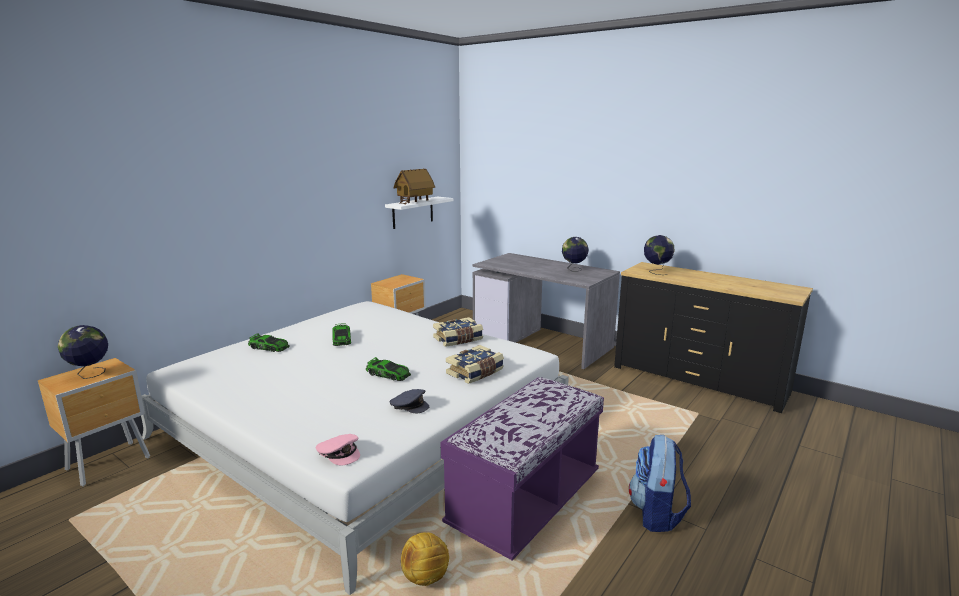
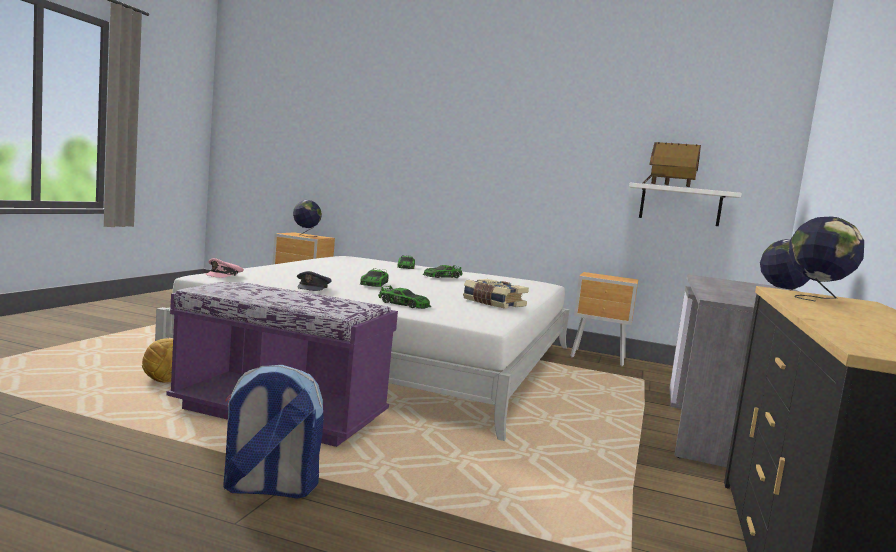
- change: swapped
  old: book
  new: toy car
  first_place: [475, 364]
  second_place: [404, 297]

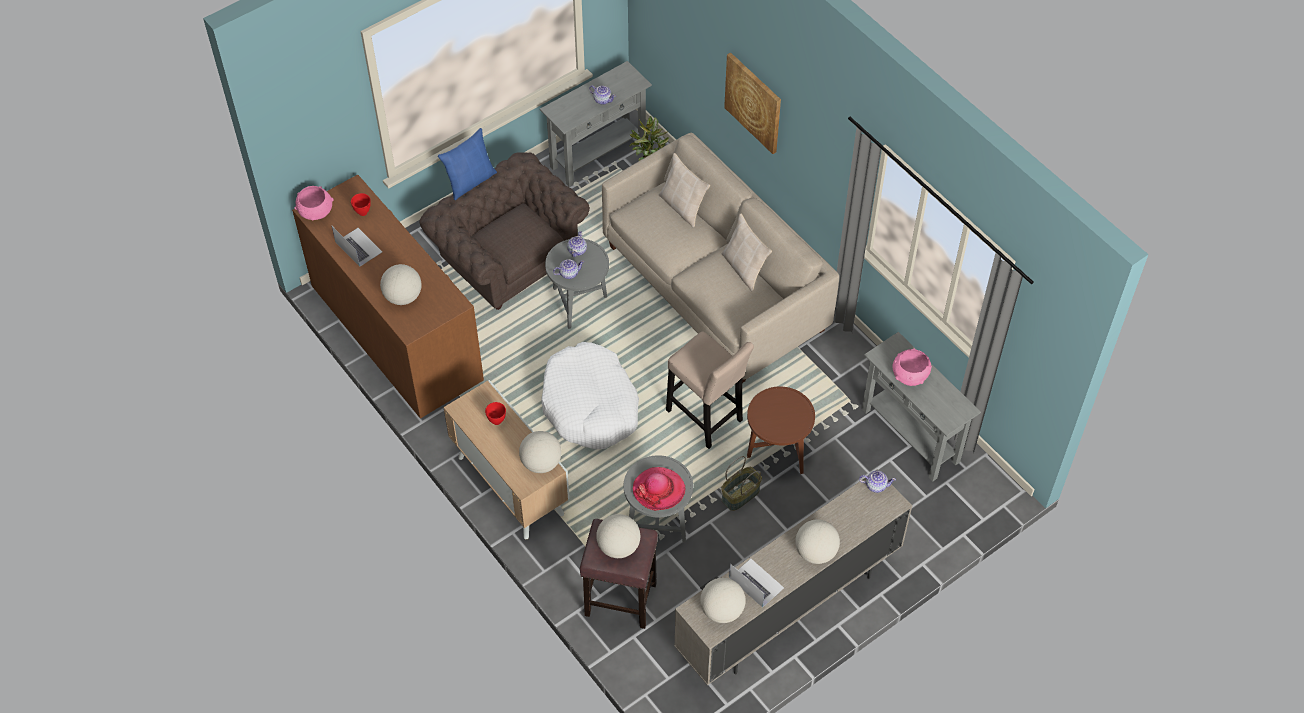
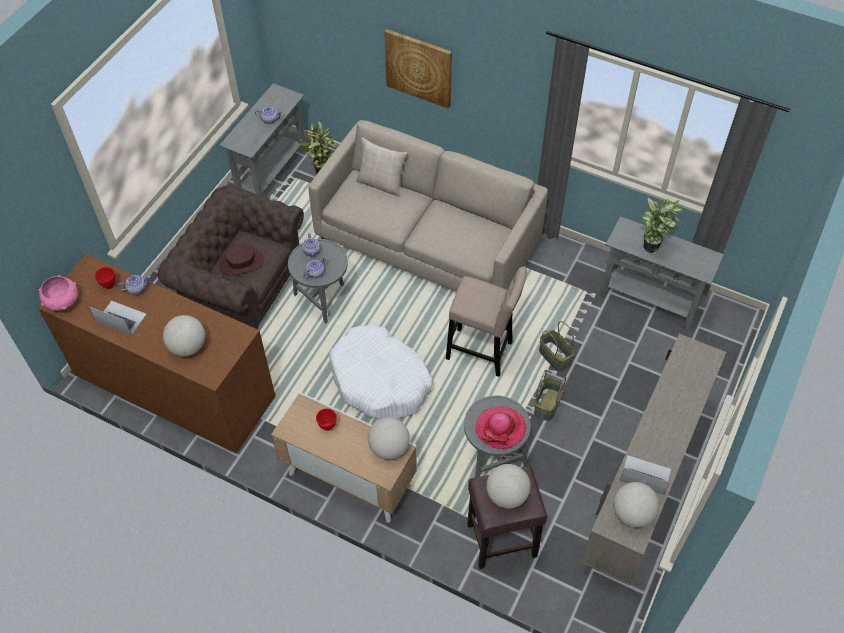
- change: gone
  old: pillow (blue)
  first_place: [467, 164]
- change: gone
  old: pillow (beige)
  first_place: [746, 252]
- change: gone
  old: globe
  first_place: [817, 541]
- change: new
  new: hat (brown)
  second_place: [241, 260]
- change: shifted
  old: teapot
  first_place: [877, 481]
  second_place: [134, 285]
- change: swapped
  old: side table (brown)
  new: basket
  first_place: [781, 430]
  second_place: [556, 346]
- change: swapped
  old: bowl (pink)
  new: potted plant
  first_place: [912, 367]
  second_place: [662, 226]

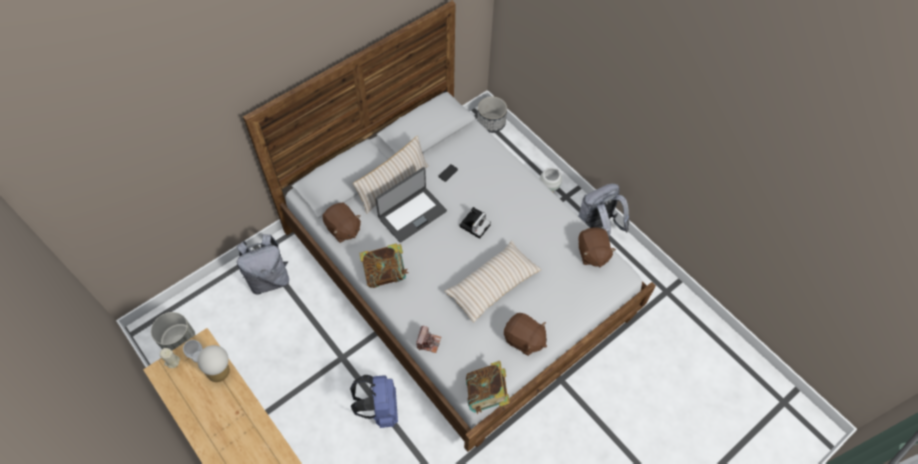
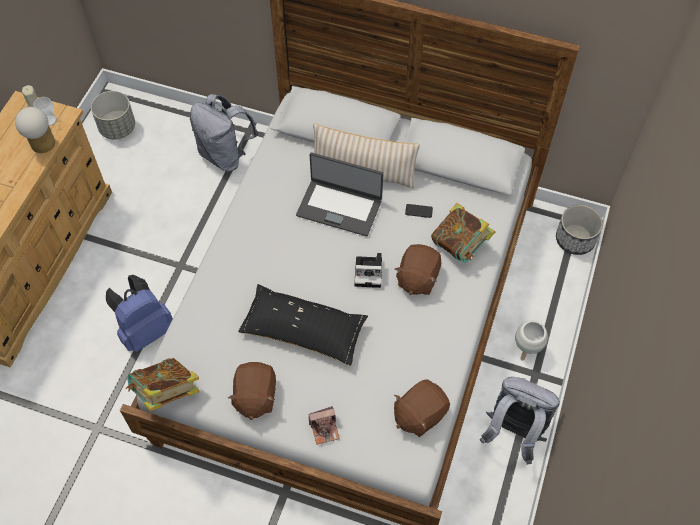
- change: shifted
  old: plush toy (brown)
  first_place: [341, 222]
  second_place: [418, 269]
- change: shifted
  old: book
  first_place: [383, 265]
  second_place: [463, 232]
- change: shifted
  old: photo camera
  first_place: [428, 339]
  second_place: [324, 425]
- change: repainted
  old: pillow (beige)
  new: pillow (black)
  first_place: [492, 281]
  second_place: [303, 325]

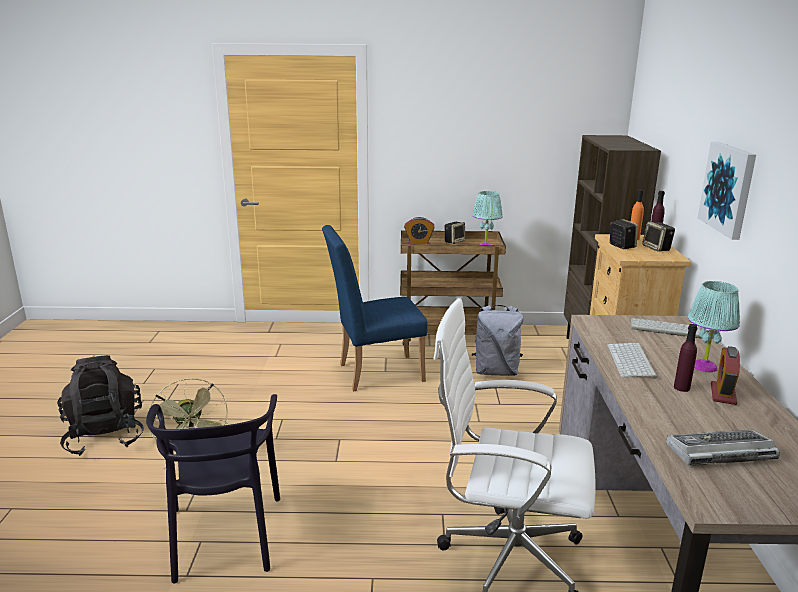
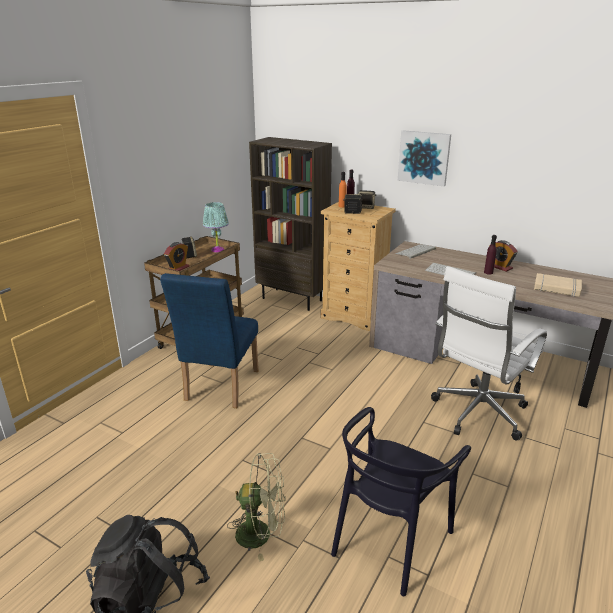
- change: gone
  old: backpack (grey)
  first_place: [497, 340]
- change: gone
  old: table lamp (turquoise)
  first_place: [714, 327]
- change: swapped
  old: keyboard
  new: book (beige)
  first_place: [723, 448]
  second_place: [558, 285]
- change: rotated
  old: chair (black)
  first_place: [213, 488]
  second_place: [401, 501]
  degrees: 105

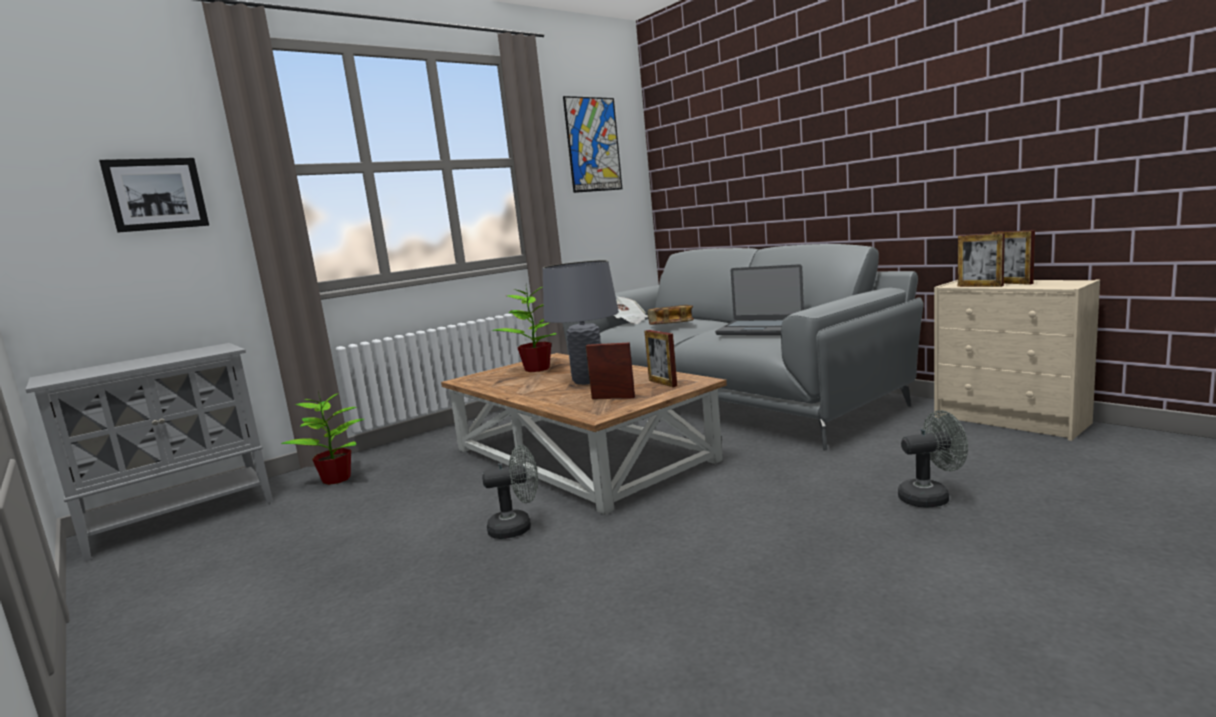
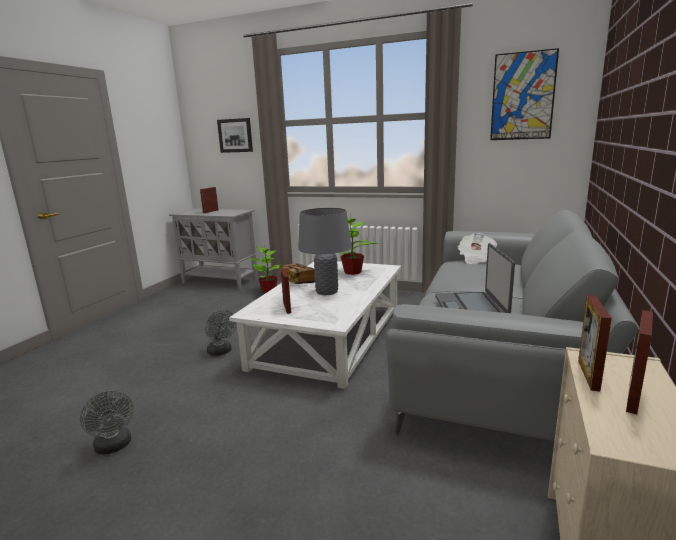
- change: shifted
  old: picture frame
  first_place: [660, 358]
  second_place: [209, 200]
- change: shifted
  old: book
  first_place: [670, 315]
  second_place: [297, 274]
- change: shifted
  old: fan (grey)
  first_place: [933, 459]
  second_place: [106, 423]
- change: repainted
  old: coffee table (brown)
  new: coffee table (white)
  first_place: [584, 434]
  second_place: [315, 325]

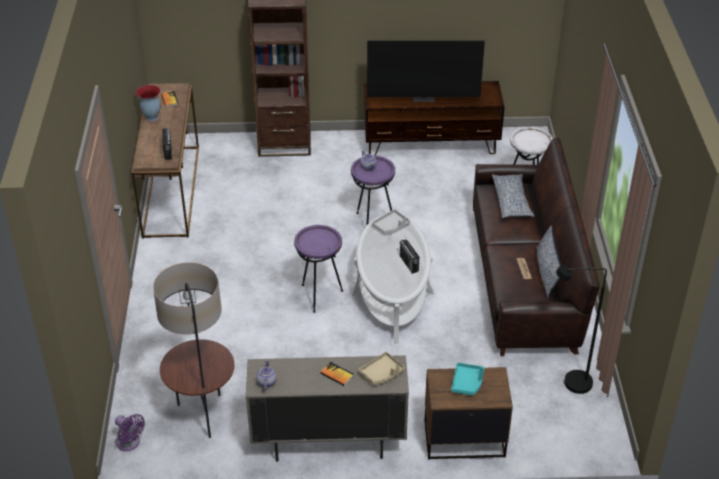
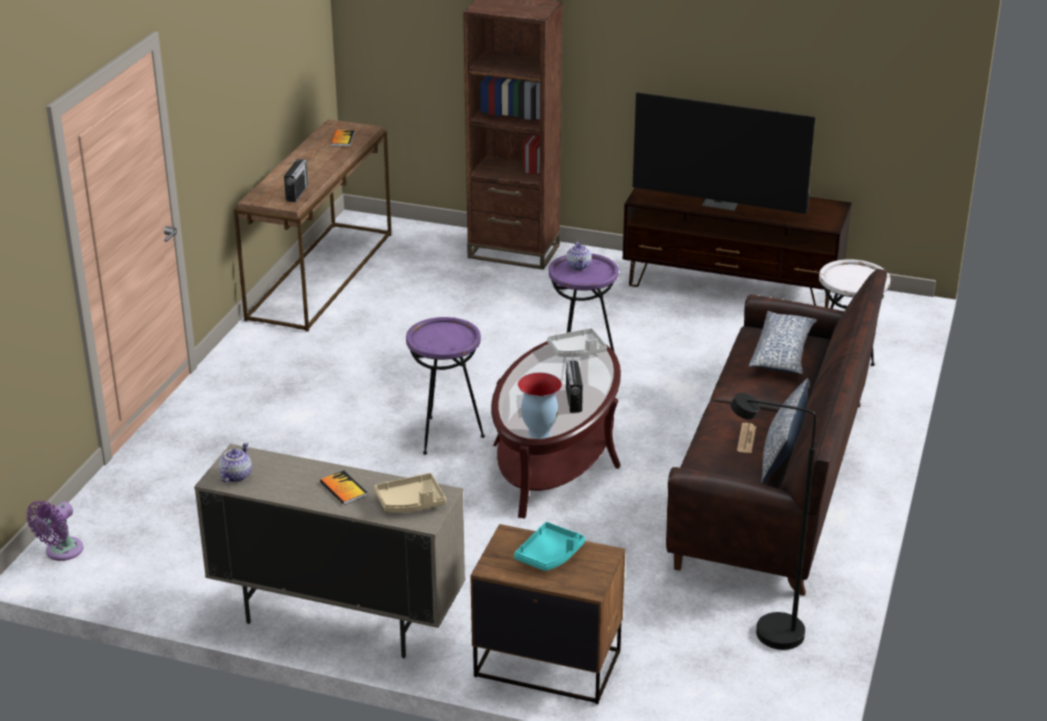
- change: gone
  old: floor lamp
  first_place: [193, 350]
- change: shifted
  old: vase
  first_place: [148, 103]
  second_place: [540, 406]
- change: repainted
  old: coffee table (white)
  new: coffee table (brown)
  first_place: [393, 279]
  second_place: [556, 430]
- change: rotated
  old: fan (purple)
  first_place: [130, 432]
  second_place: [55, 531]
  degrees: 60

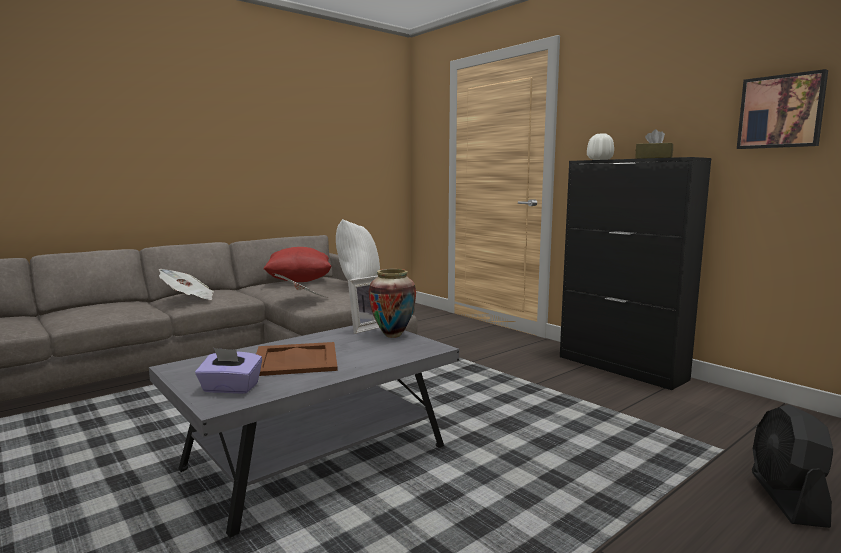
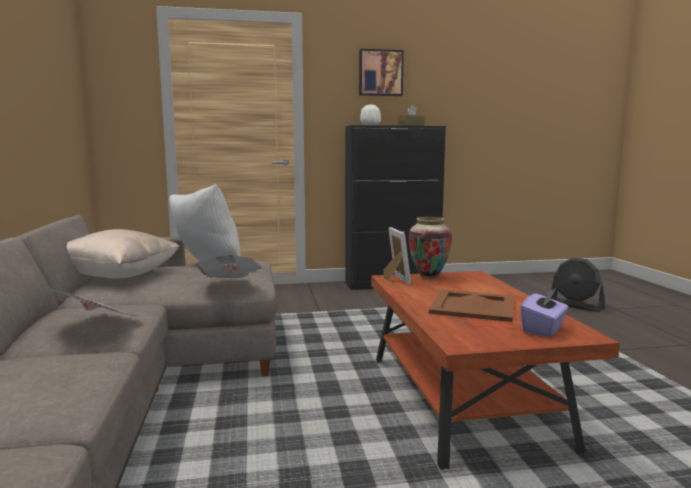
- change: shifted
  old: picture
  first_place: [782, 109]
  second_place: [381, 72]
- change: repainted
  old: coffee table (grey)
  new: coffee table (brown)
  first_place: [304, 432]
  second_place: [495, 371]
- change: repainted
  old: pillow (red)
  new: pillow (beige)
  first_place: [297, 264]
  second_place: [123, 254]

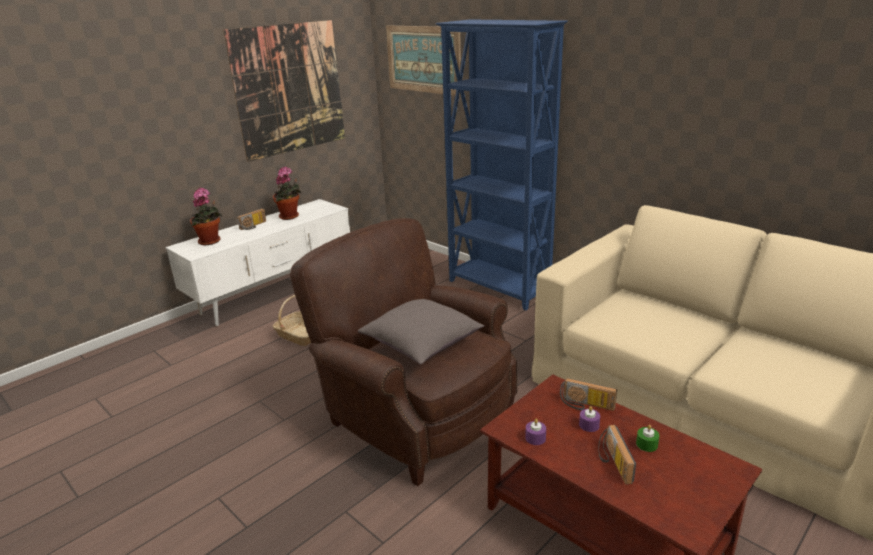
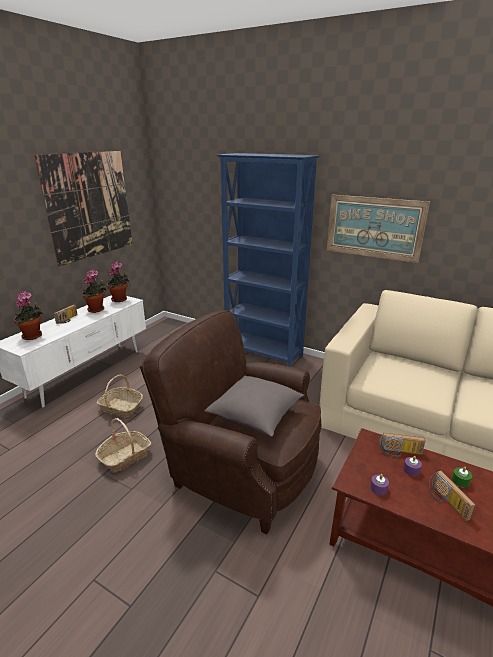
- change: new
  new: basket
  second_place: [123, 445]
- change: new
  new: potted plant
  second_place: [118, 281]
- change: shifted
  old: picture
  first_place: [423, 60]
  second_place: [378, 229]

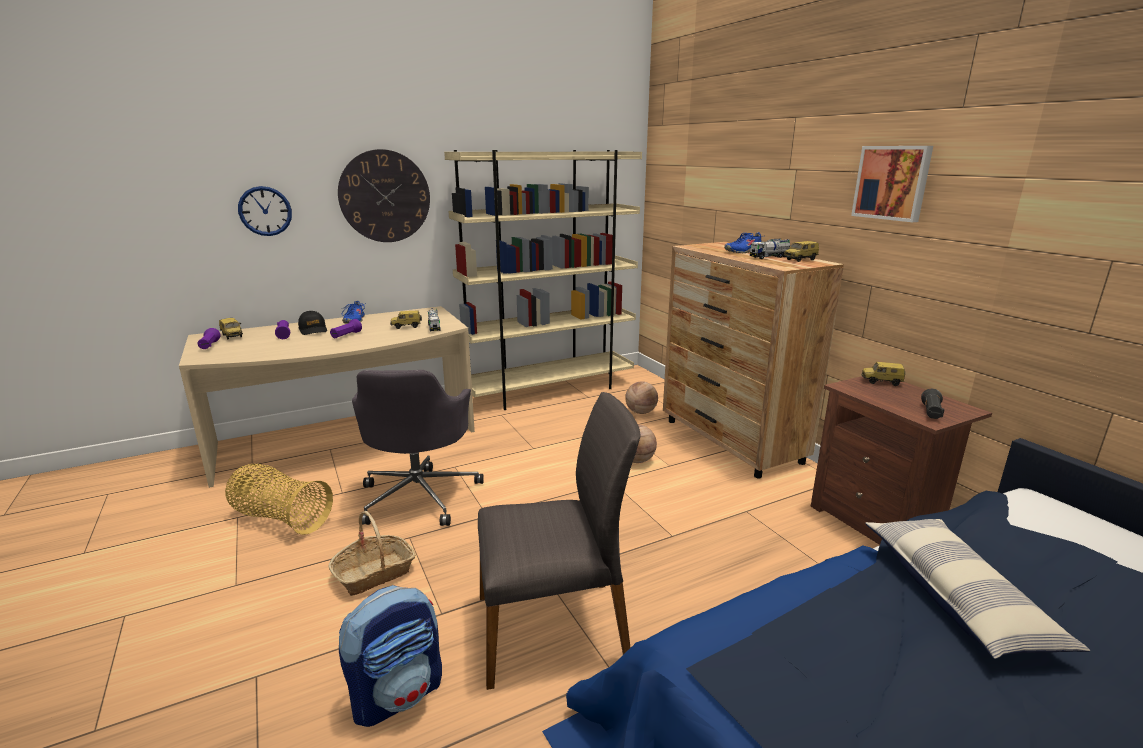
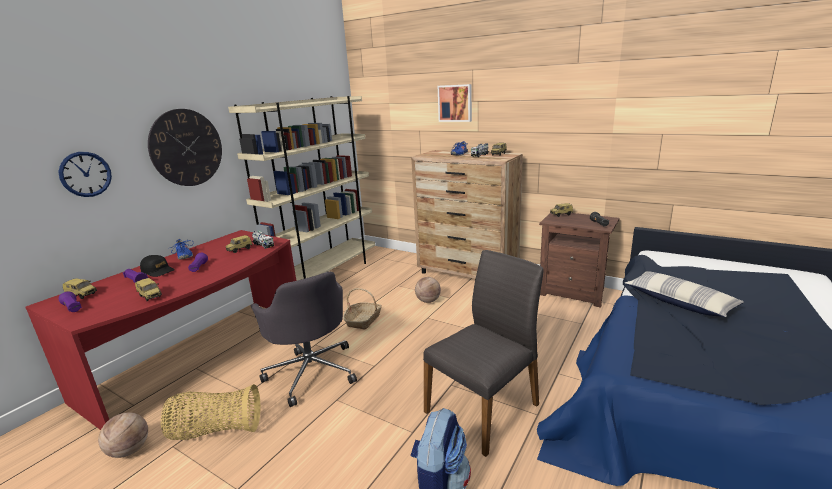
- change: new
  new: toy car
  second_place: [148, 289]
- change: shifted
  old: basket
  first_place: [372, 553]
  second_place: [362, 309]
- change: shifted
  old: basketball
  first_place: [641, 397]
  second_place: [123, 435]
- change: shifted
  old: picture
  first_place: [892, 184]
  second_place: [455, 103]
- change: repainted
  old: desk (beige)
  new: desk (red)
  first_place: [327, 397]
  second_place: [160, 330]

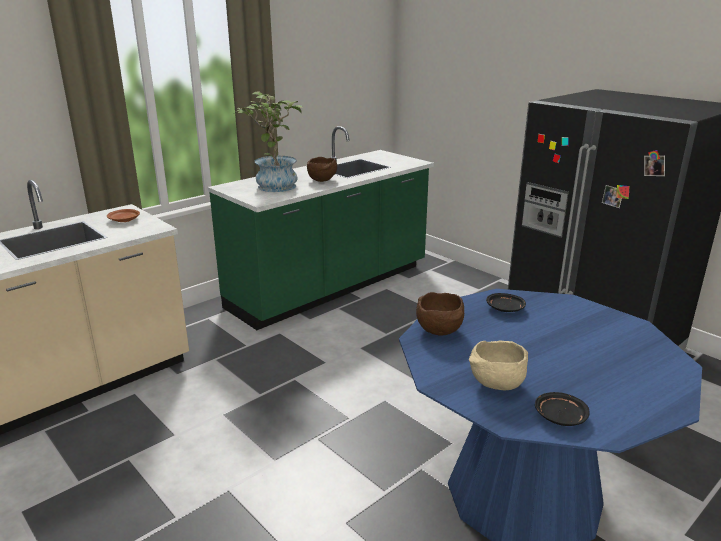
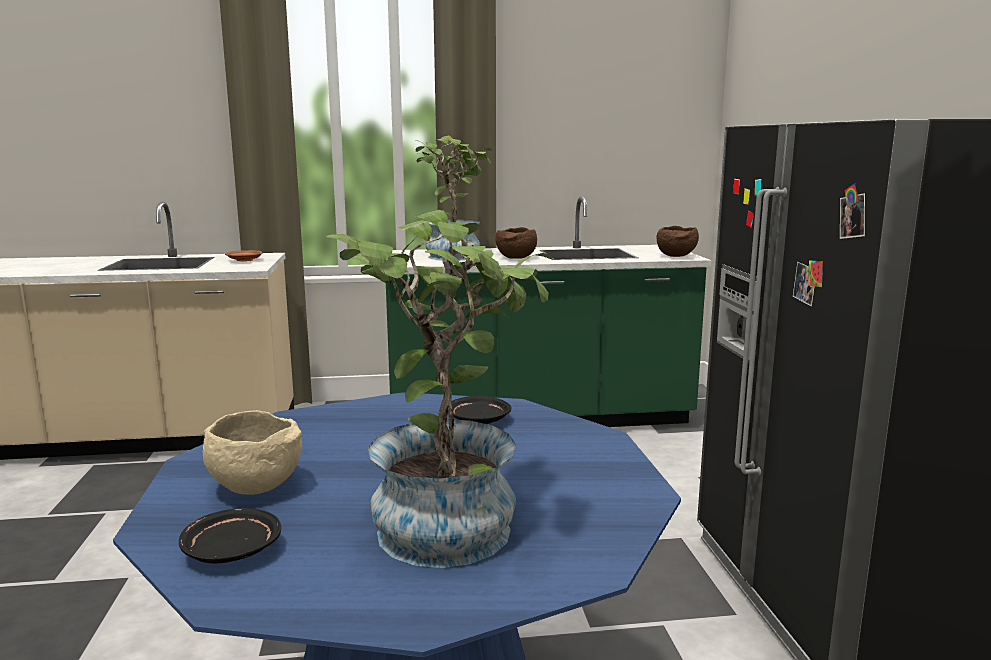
- change: new
  new: potted plant
  second_place: [439, 389]
- change: shifted
  old: bowl (brown)
  first_place: [440, 313]
  second_place: [677, 241]

